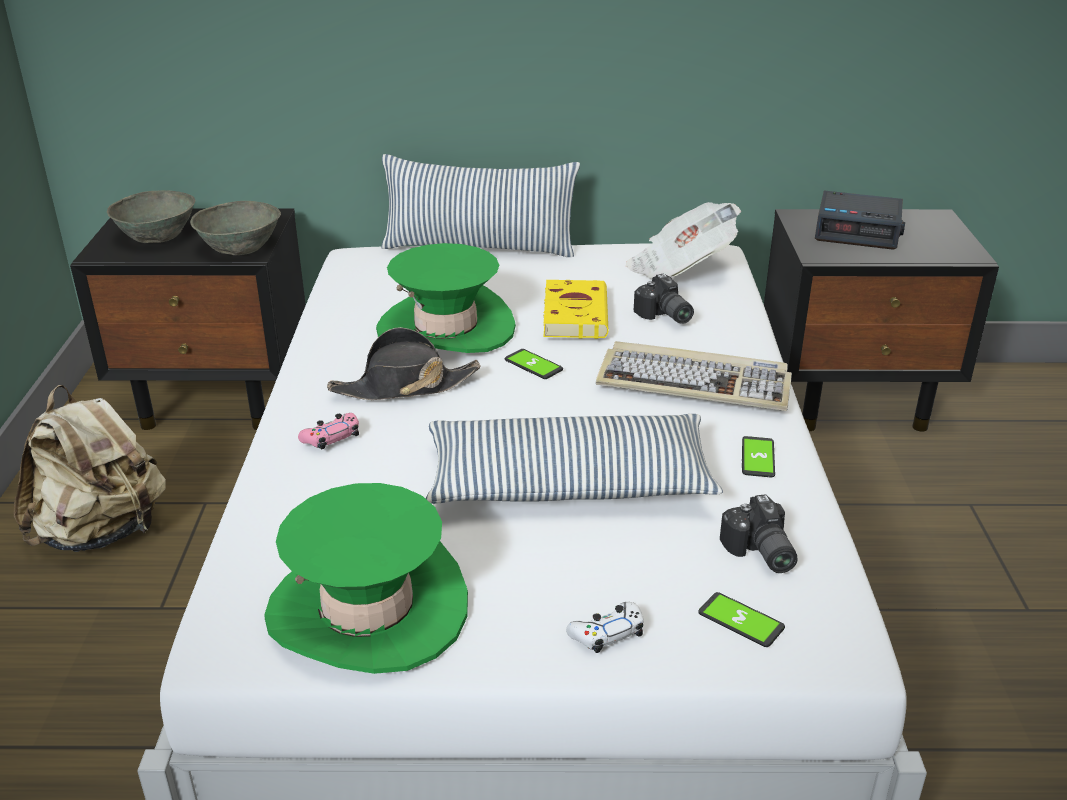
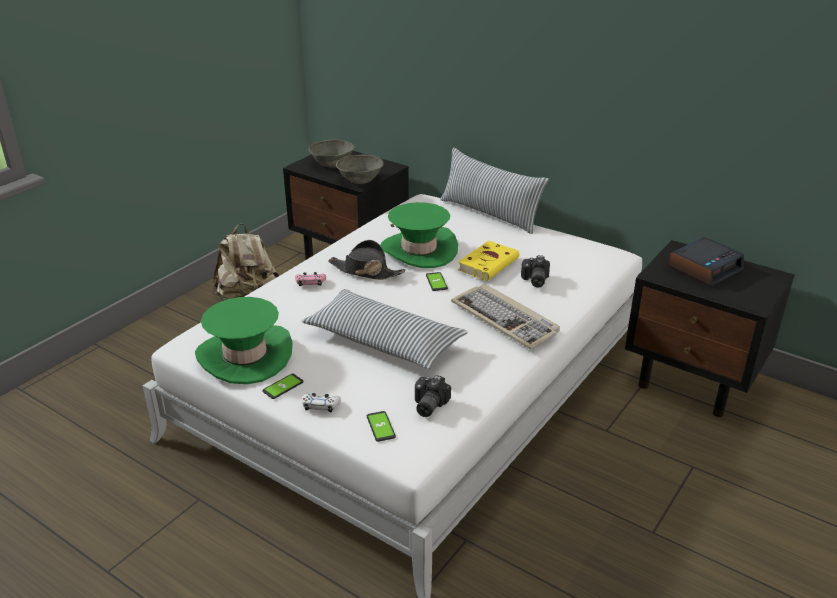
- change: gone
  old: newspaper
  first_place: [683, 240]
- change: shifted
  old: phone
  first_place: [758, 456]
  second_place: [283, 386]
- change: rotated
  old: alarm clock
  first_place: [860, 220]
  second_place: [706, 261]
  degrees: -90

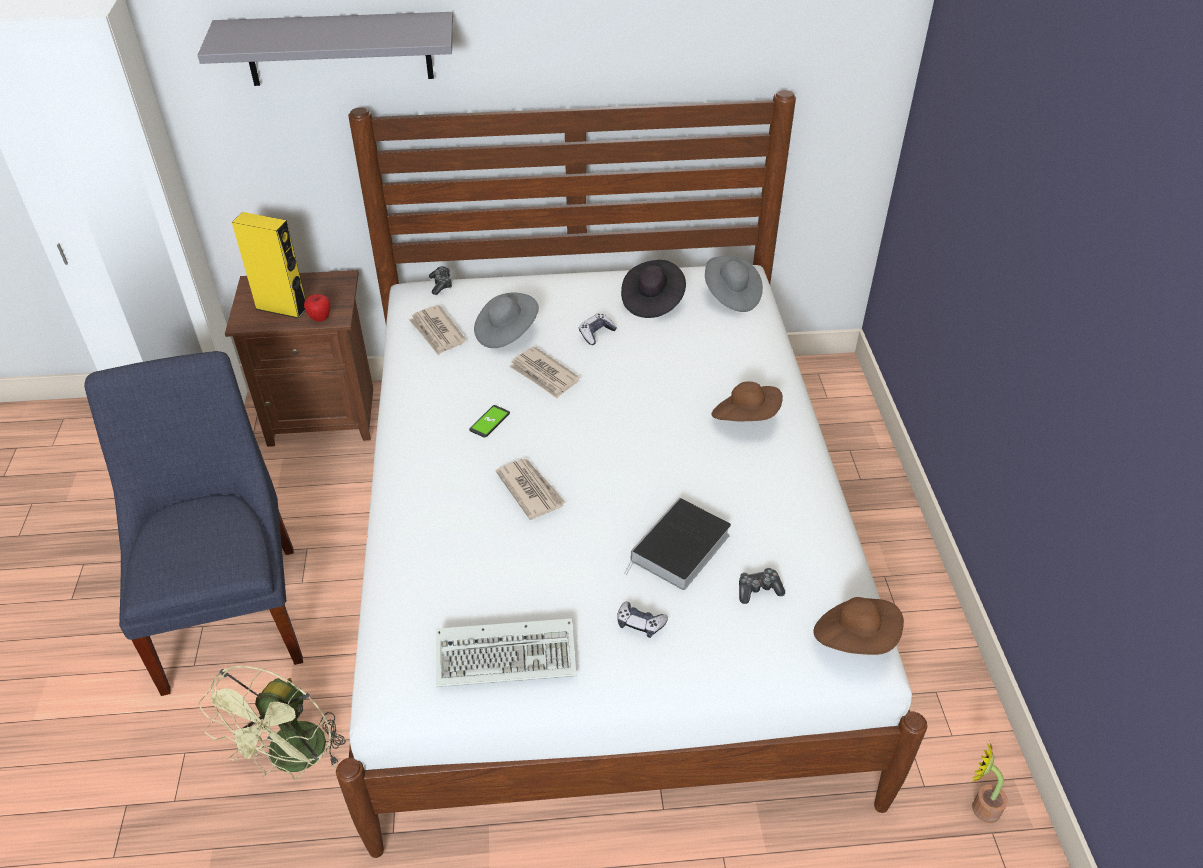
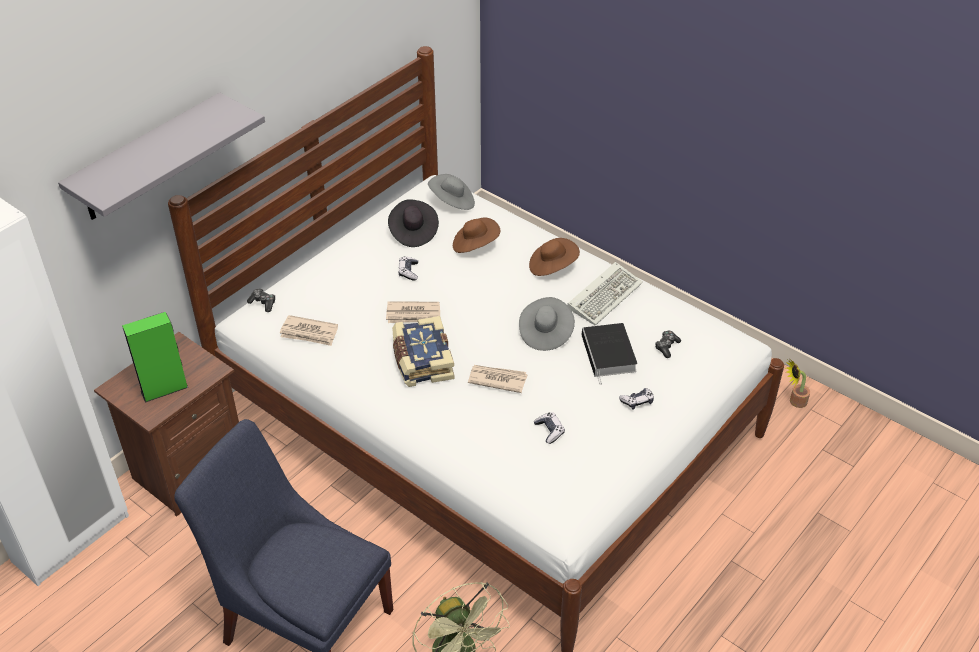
- change: gone
  old: apple
  first_place: [317, 308]
- change: new
  new: game controller
  second_place: [549, 428]
- change: shifted
  old: keyboard
  first_place: [506, 652]
  second_place: [605, 294]
- change: shifted
  old: hat (grey)
  first_place: [506, 320]
  second_place: [547, 324]
- change: shifted
  old: hat (brown)
  first_place: [858, 626]
  second_place: [476, 235]
- change: swapped
  old: phone
  new: book
  first_place: [489, 421]
  second_place: [423, 351]
- change: repainted
  old: speaker (yellow)
  new: speaker (green)
  first_place: [269, 265]
  second_place: [155, 357]

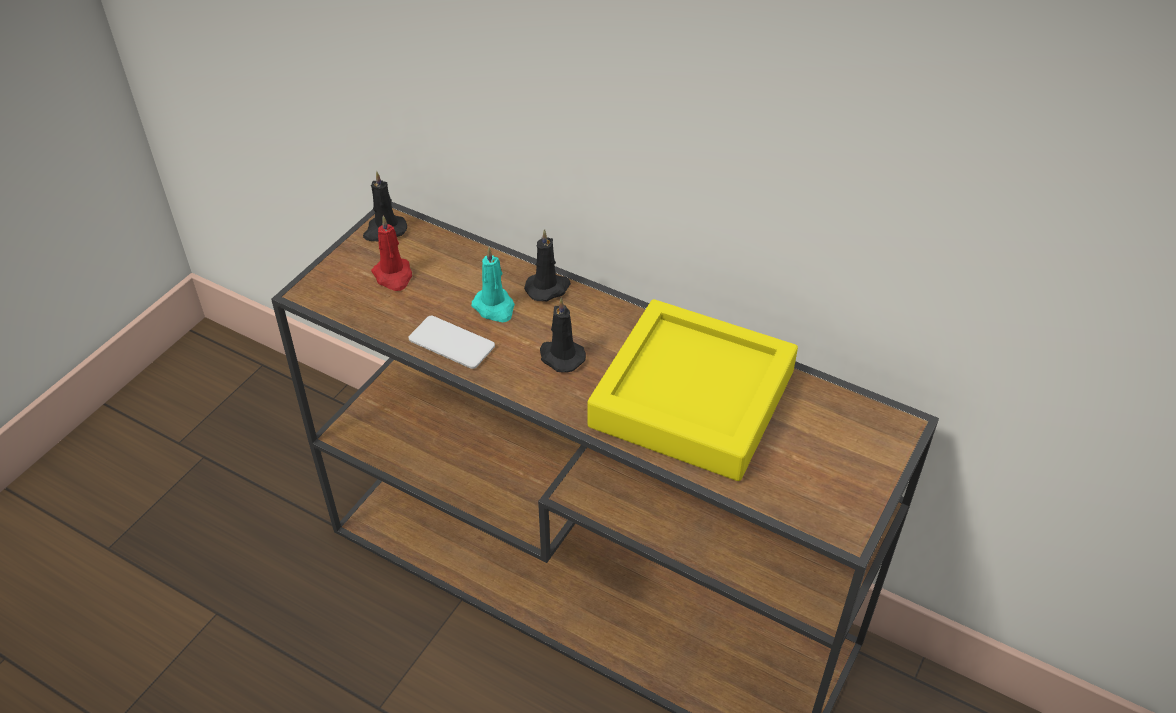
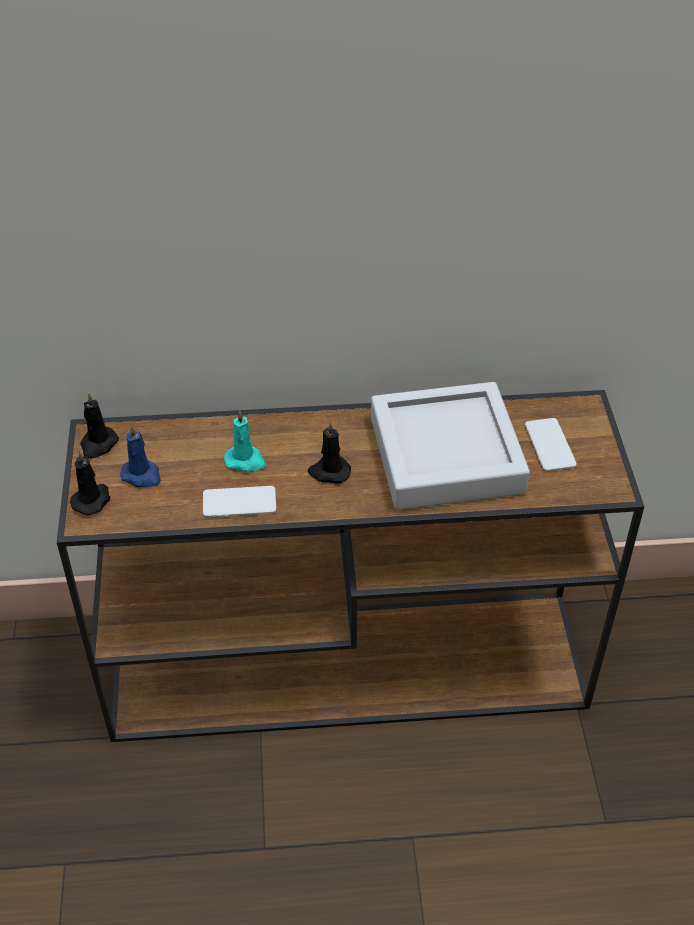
- change: new
  new: phone
  second_place: [551, 445]
- change: shifted
  old: candle (black)
  first_place: [547, 265]
  second_place: [90, 483]
- change: repainted
  old: candle (red)
  new: candle (blue)
  first_place: [391, 253]
  second_place: [140, 455]
- change: repainted
  old: tray (yellow)
  new: tray (grey)
  first_place: [692, 390]
  second_place: [450, 446]

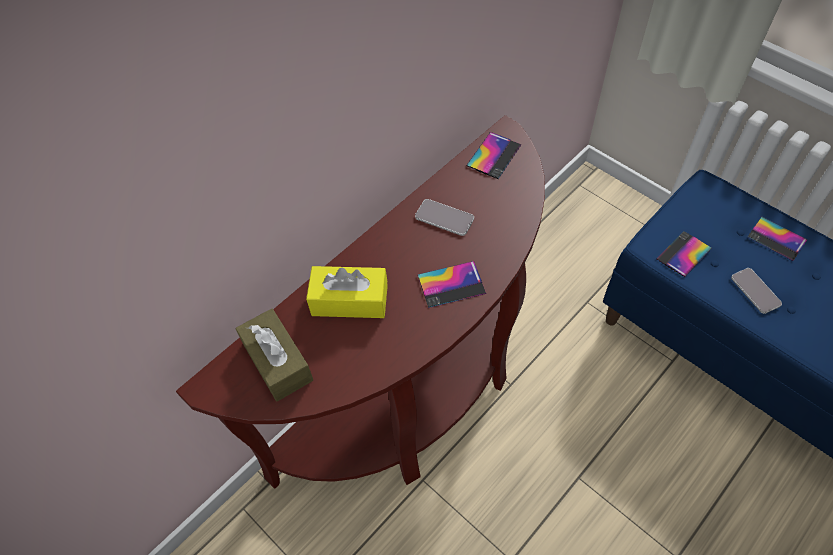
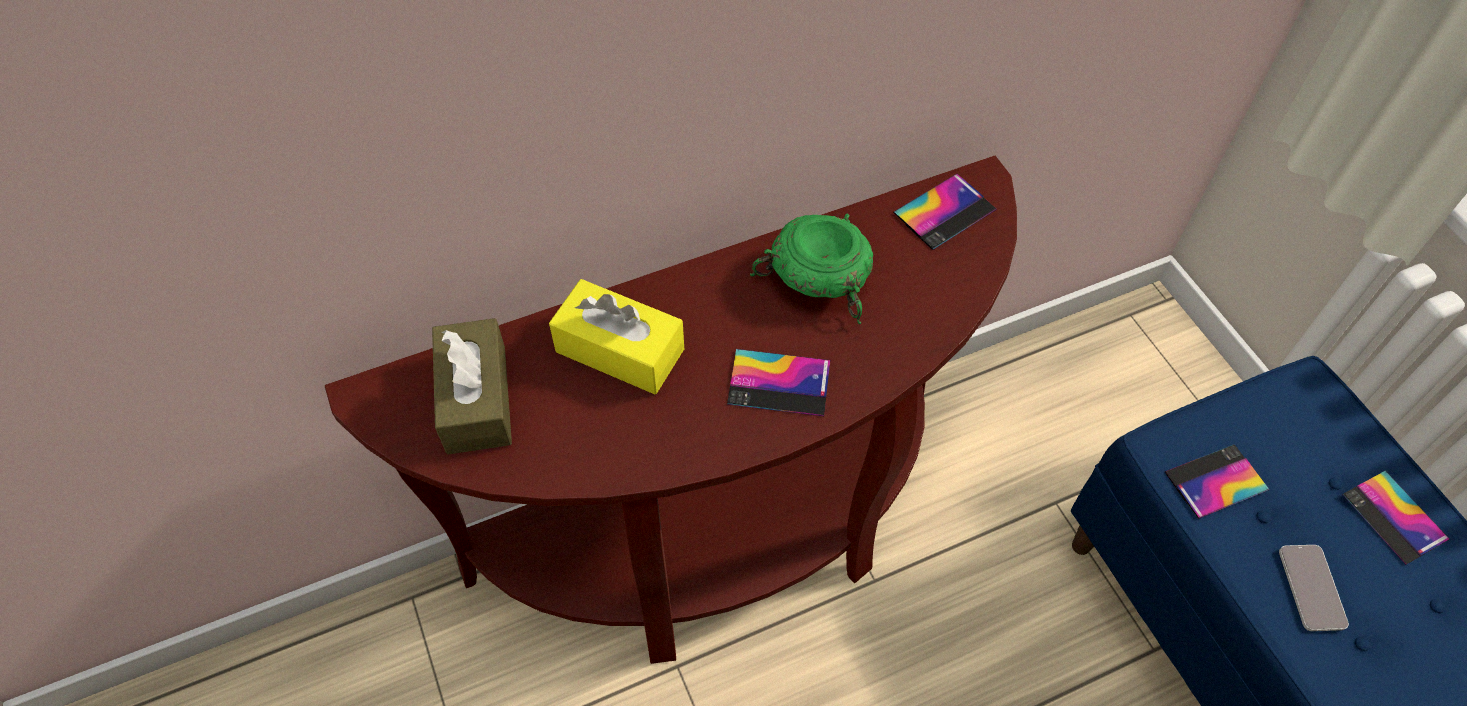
- change: swapped
  old: phone
  new: bowl (green)
  first_place: [444, 217]
  second_place: [811, 269]

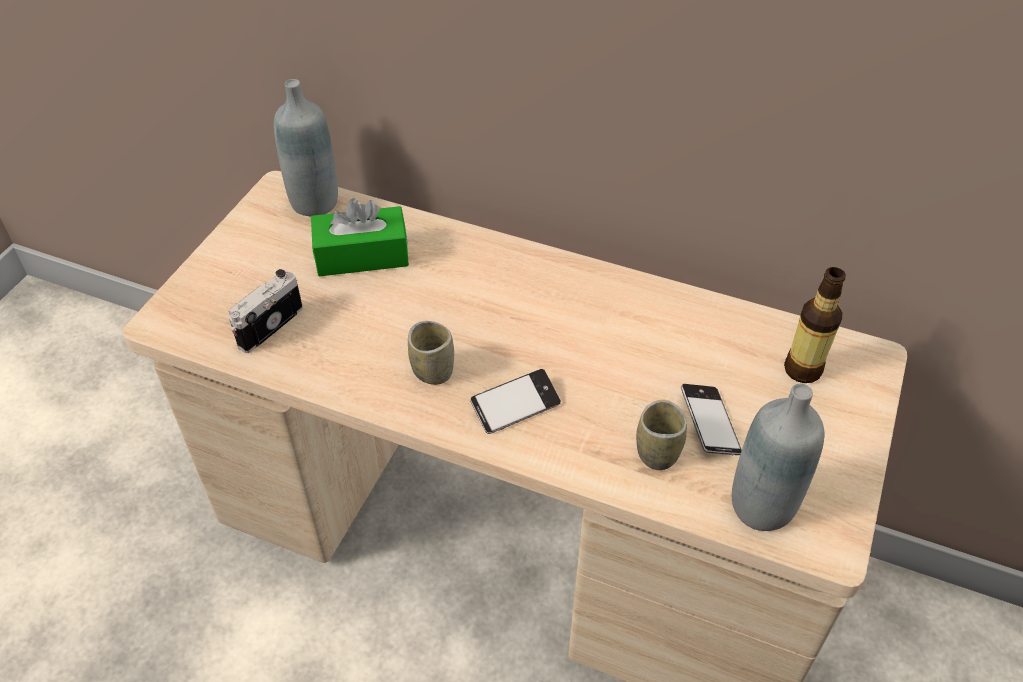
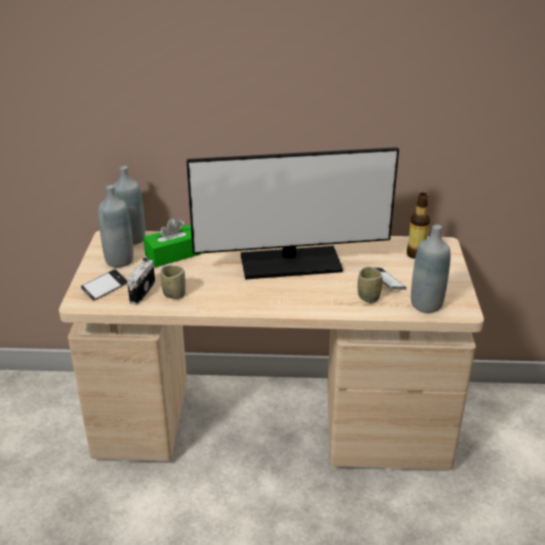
- change: new
  new: bottle (grey)
  second_place: [116, 226]
- change: new
  new: monitor
  second_place: [292, 213]
- change: shifted
  old: cup
  first_place: [431, 353]
  second_place: [173, 282]
- change: shifted
  old: phone
  first_place: [515, 401]
  second_place: [104, 285]

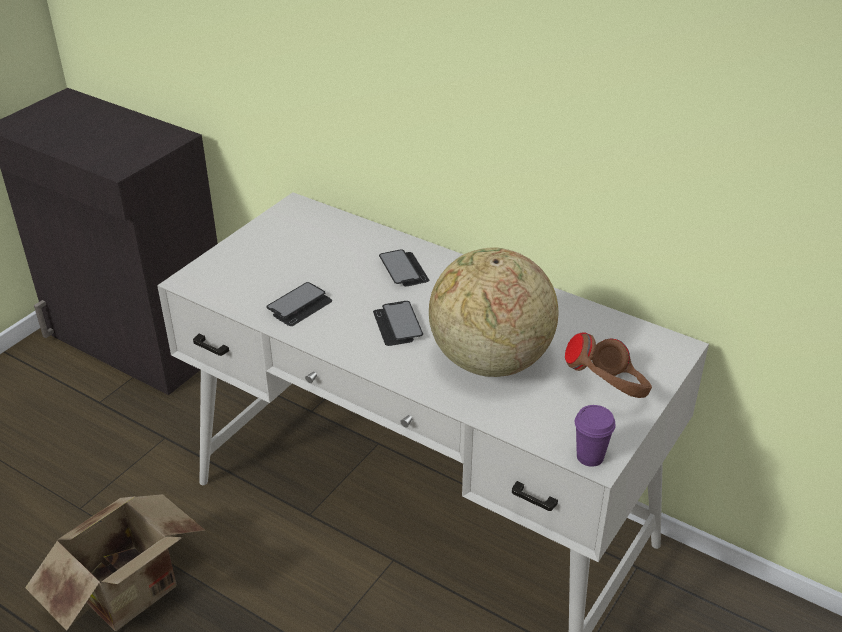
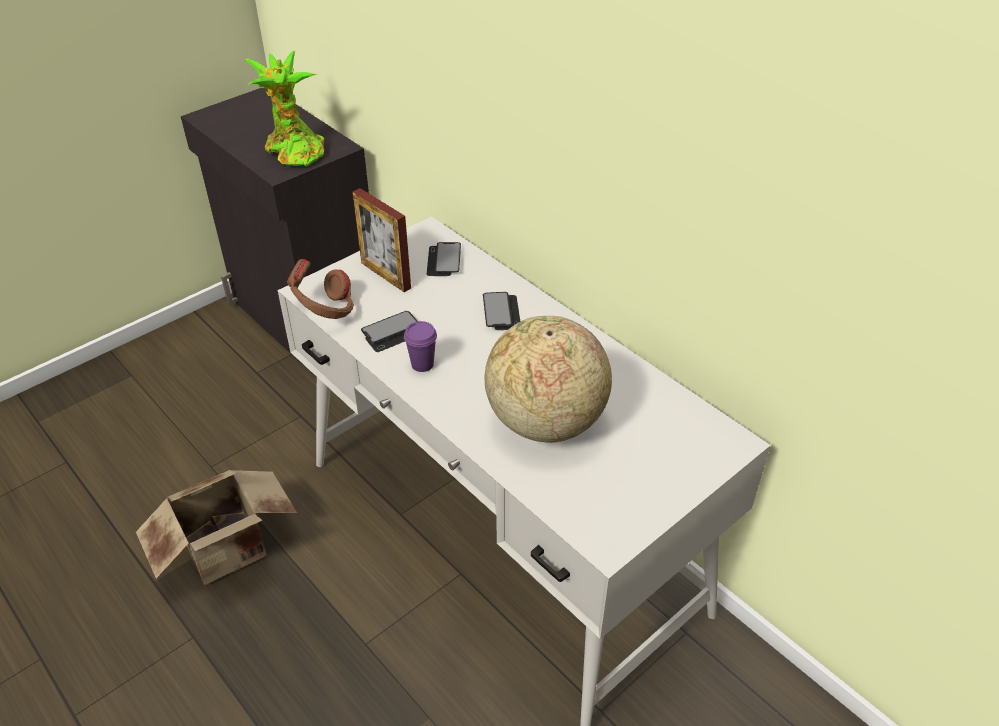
- change: new
  new: potted plant
  second_place: [284, 108]
- change: new
  new: picture frame
  second_place: [381, 240]
- change: shifted
  old: phone
  first_place: [398, 323]
  second_place: [444, 259]
- change: shifted
  old: headphones (brown)
  first_place: [608, 365]
  second_place: [320, 289]
- change: shifted
  old: cup (purple)
  first_place: [595, 436]
  second_place: [420, 346]

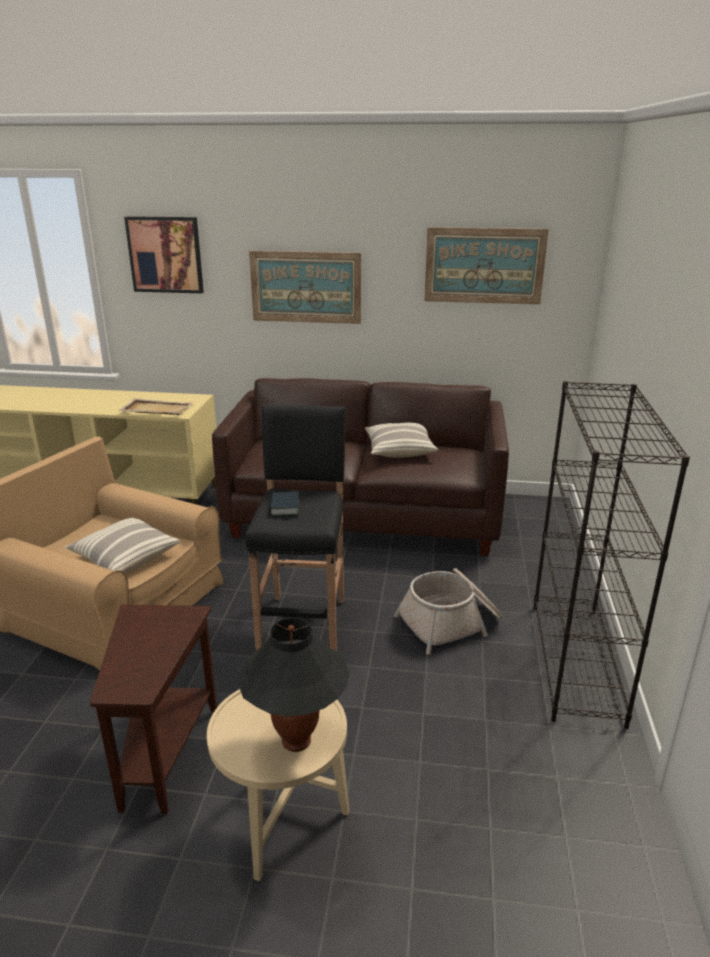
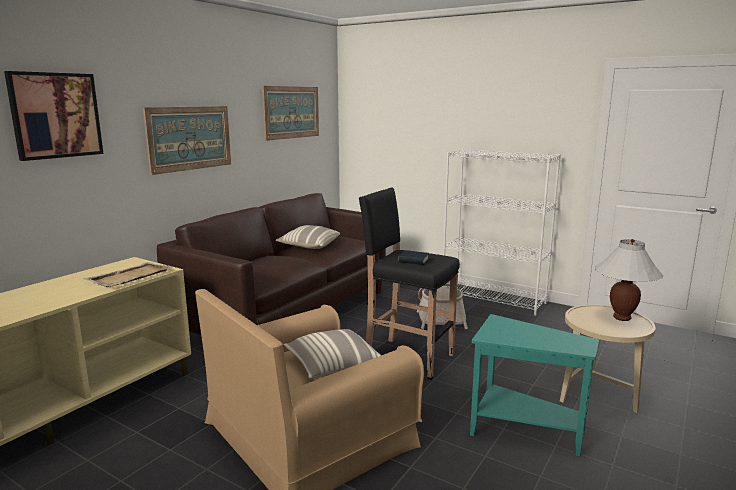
- change: repainted
  old: side table (brown)
  new: side table (turquoise)
  first_place: [153, 709]
  second_place: [534, 385]
- change: repainted
  old: table lamp (black)
  new: table lamp (white)
  first_place: [293, 685]
  second_place: [629, 280]
- change: repainted
  old: bookcase (black)
  new: bookcase (white)
  first_place: [612, 555]
  second_place: [502, 232]

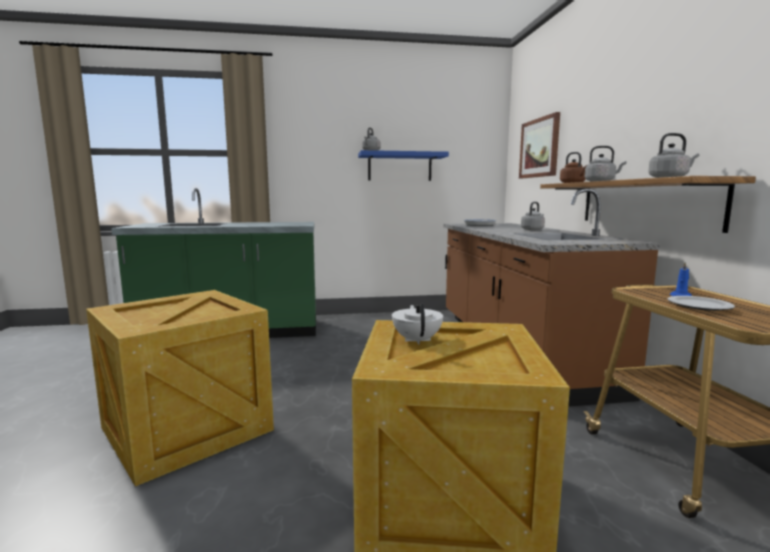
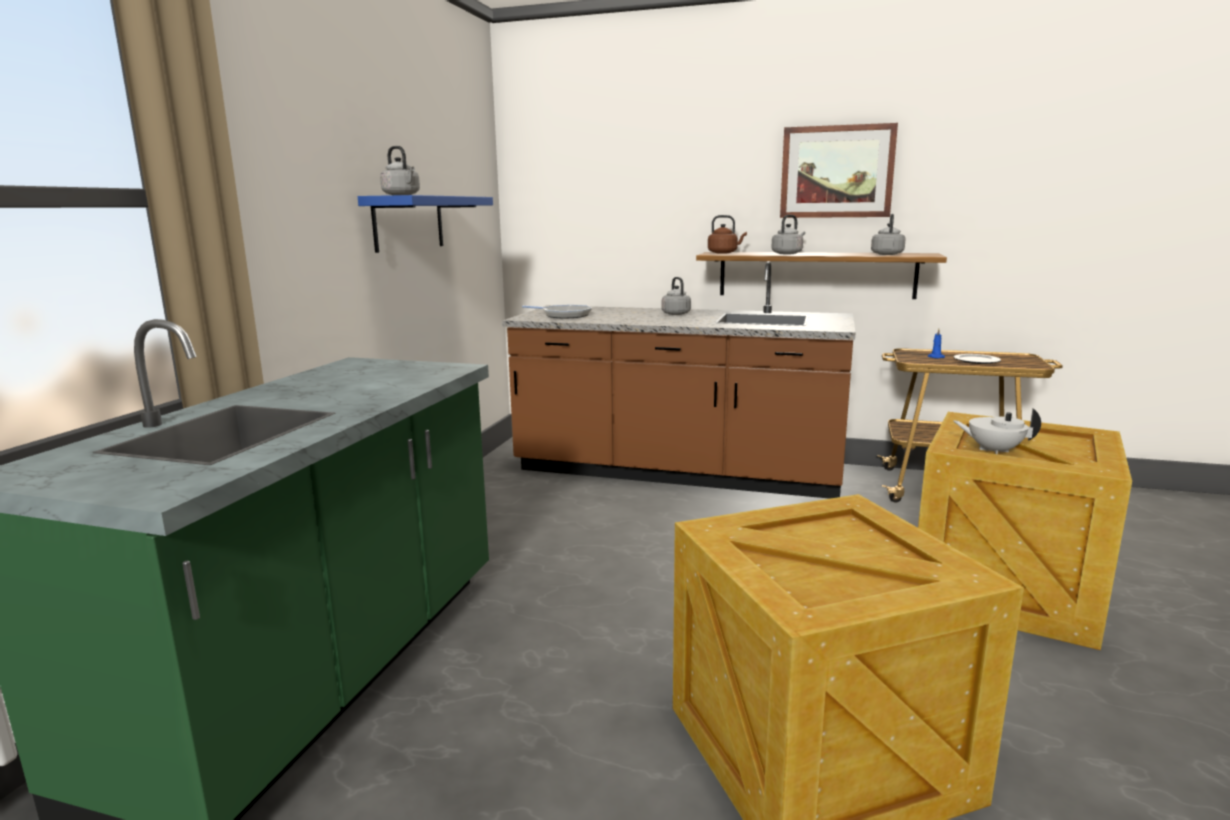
- change: shifted
  old: picture
  first_place: [539, 145]
  second_place: [839, 170]

